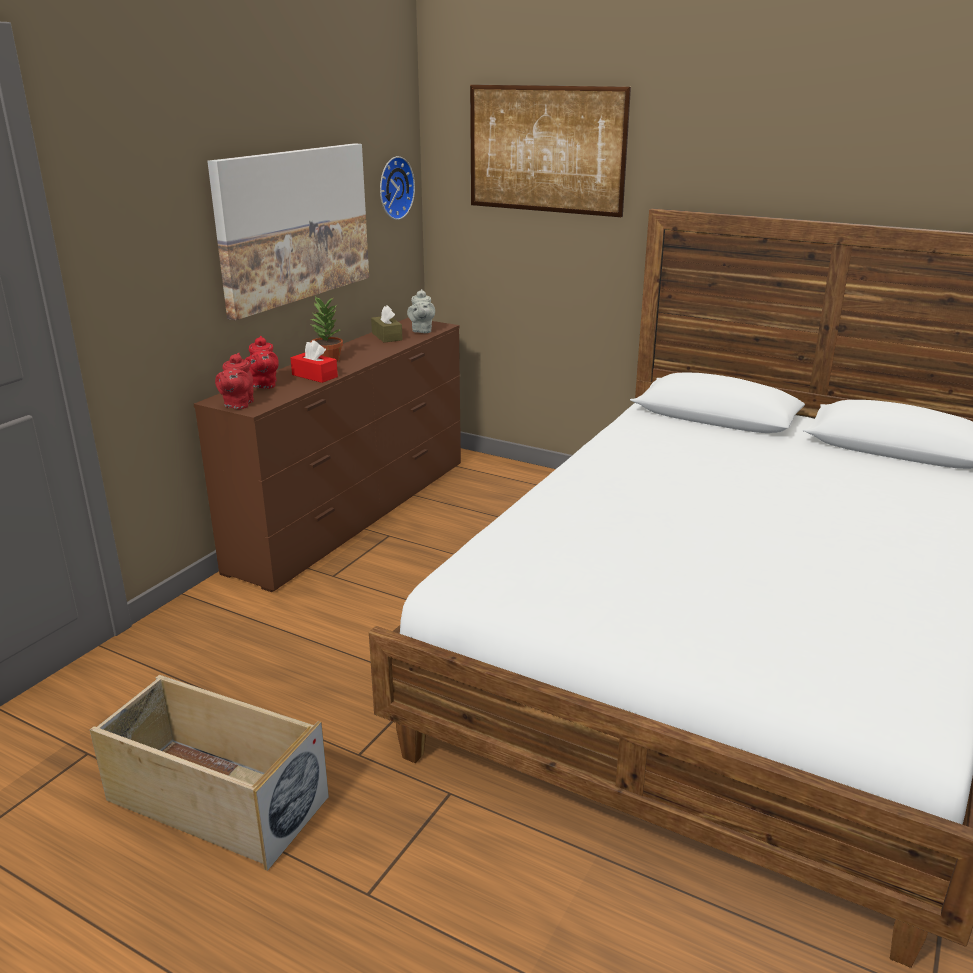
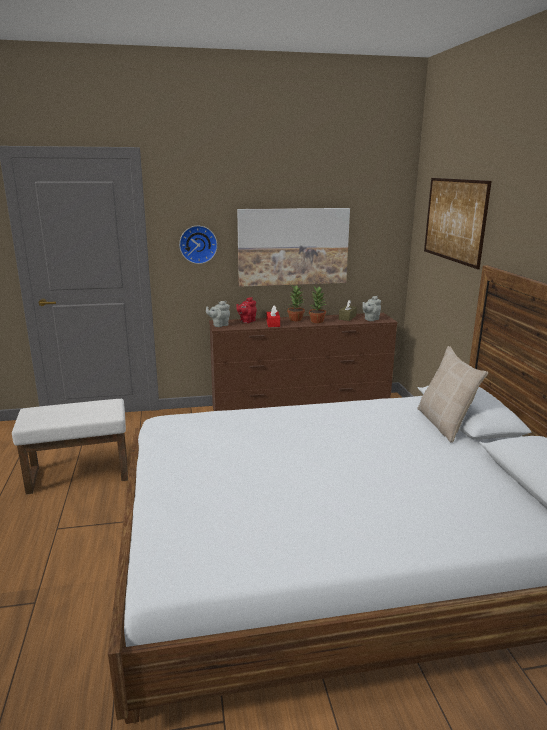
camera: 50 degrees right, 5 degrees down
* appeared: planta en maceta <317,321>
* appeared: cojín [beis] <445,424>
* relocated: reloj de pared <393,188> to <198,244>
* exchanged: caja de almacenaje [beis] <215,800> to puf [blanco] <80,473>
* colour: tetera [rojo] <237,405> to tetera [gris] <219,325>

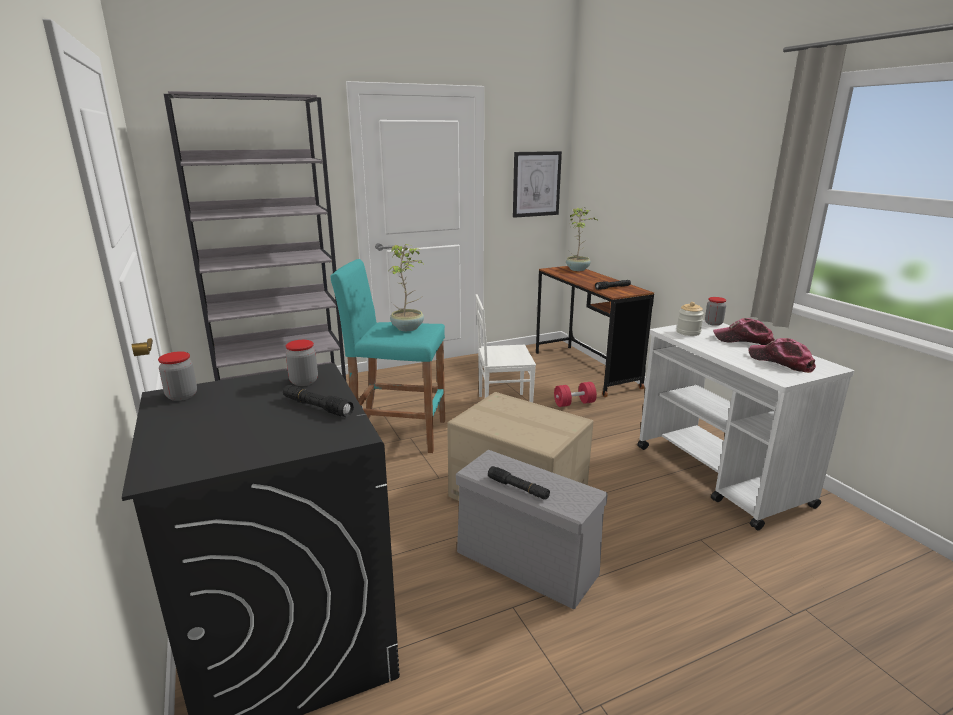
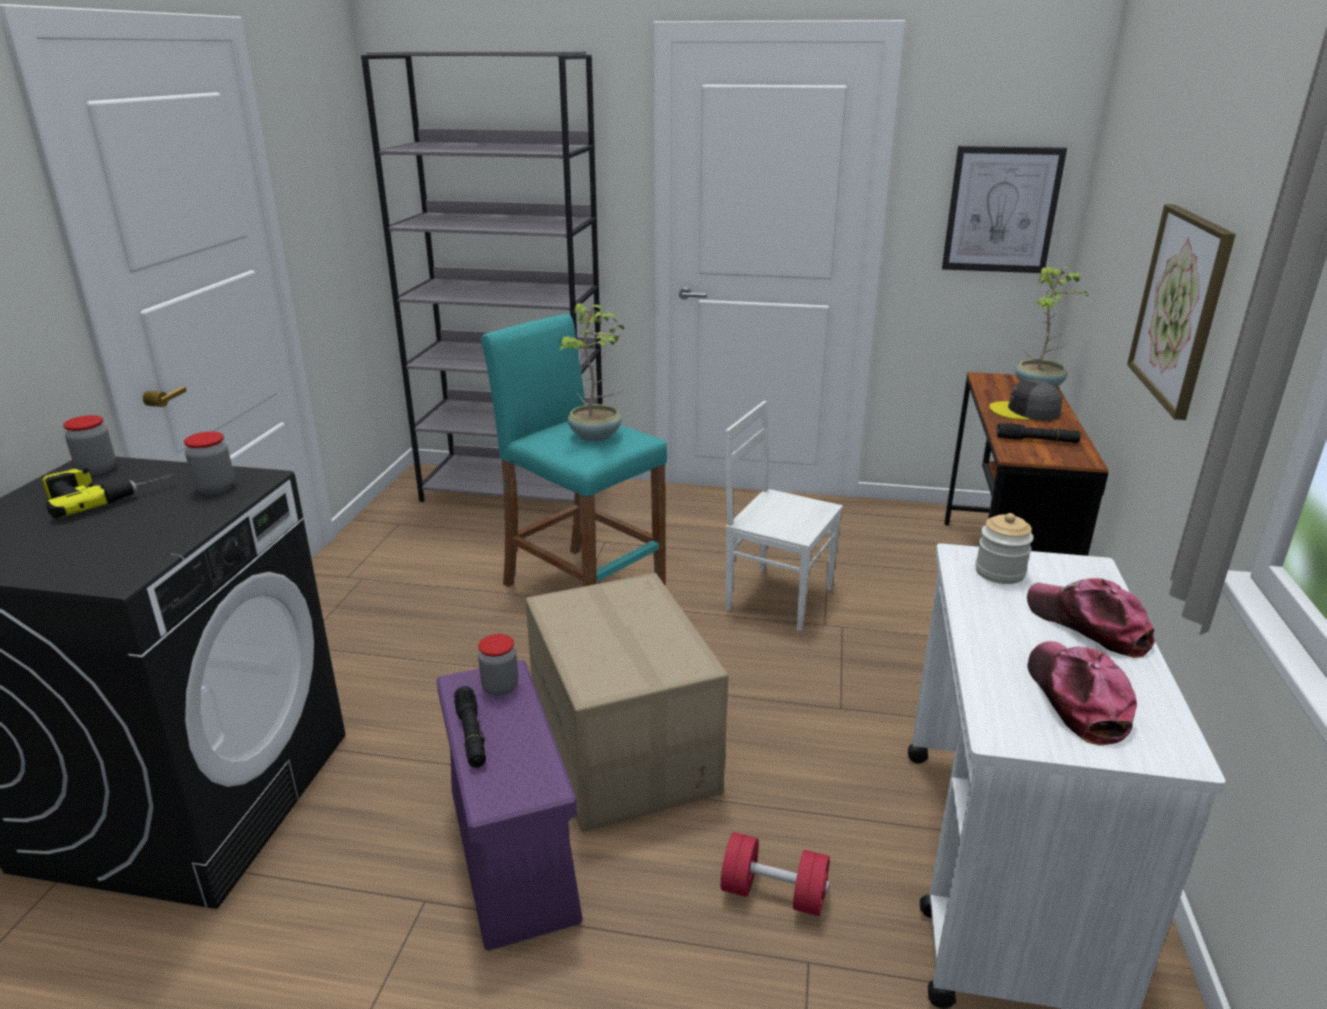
camera: 35 degrees right, 5 degrees up
* missing: linterna [negro] <317,407>
* appeared: taladro <106,493>
* appeared: gorra [gris] <1025,411>
* appeared: cuadro <1180,307>
* relocated: mancuerna [rojo] <574,403> to <774,893>
* relocated: tarro <713,323> to <500,687>
* colour: caja de almacenaje [gris] <524,563> to caja de almacenaje [morado] <510,849>

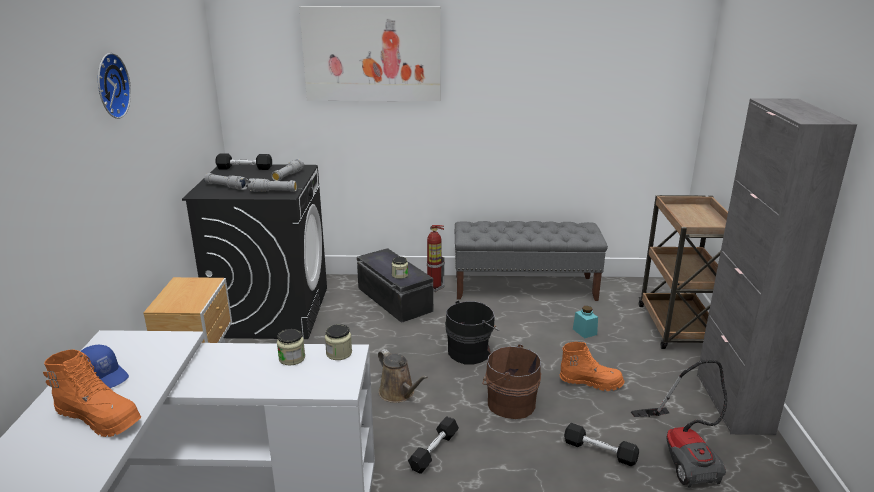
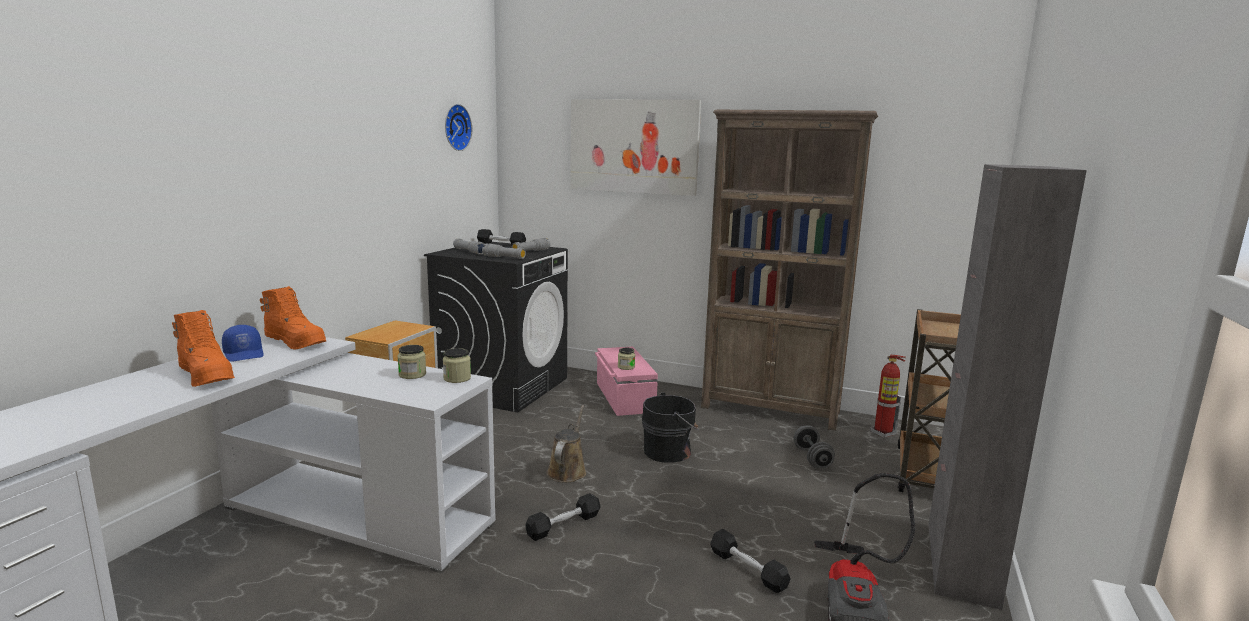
camera: 20 degrees right, 10 degrees down
* missing: cubo [marrón] <509,403>
* relocated: reloj de pared <109,86> to <455,127>
* relocated: extintor <434,287> to <883,433>
* relocated: bota [naranja] <590,382> to <296,342>
* exchanged: banco [gris] <525,288> to estantería [marrón] <771,410>
* exchanged: tarro [turquesa] <584,332> to mancuerna [gris] <812,458>
* colour: caja de almacenaje [negro] <393,300> to caja de almacenaje [rosa] <623,397>
* spun: regadera [marrón] <399,393> = <567,470> 150 degrees counterclockwise

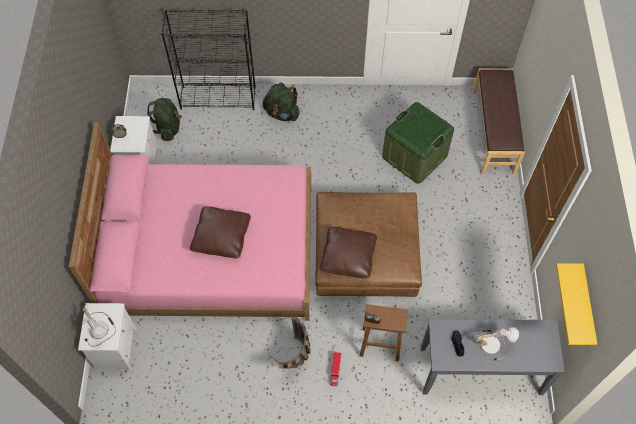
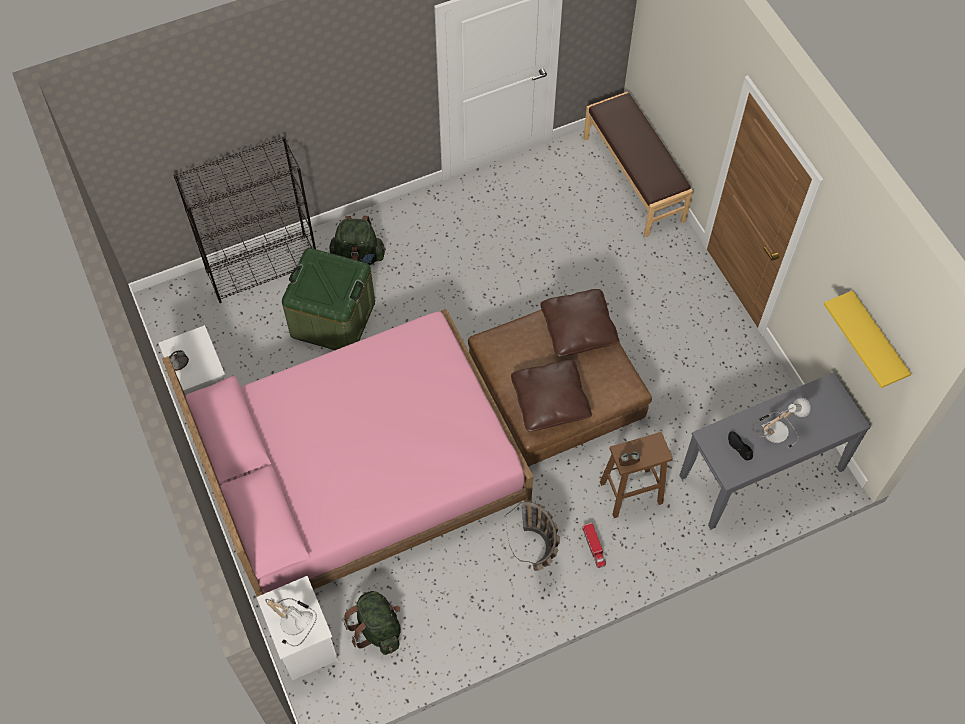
camera: 25 degrees left, 0 degrees up
* relocated: mochila [verde] <168,128> to <377,628>
* relocated: cojín [marrón] <221,237> to <578,329>
* relocated: caja de almacenaje [verde] <414,156> to <333,318>

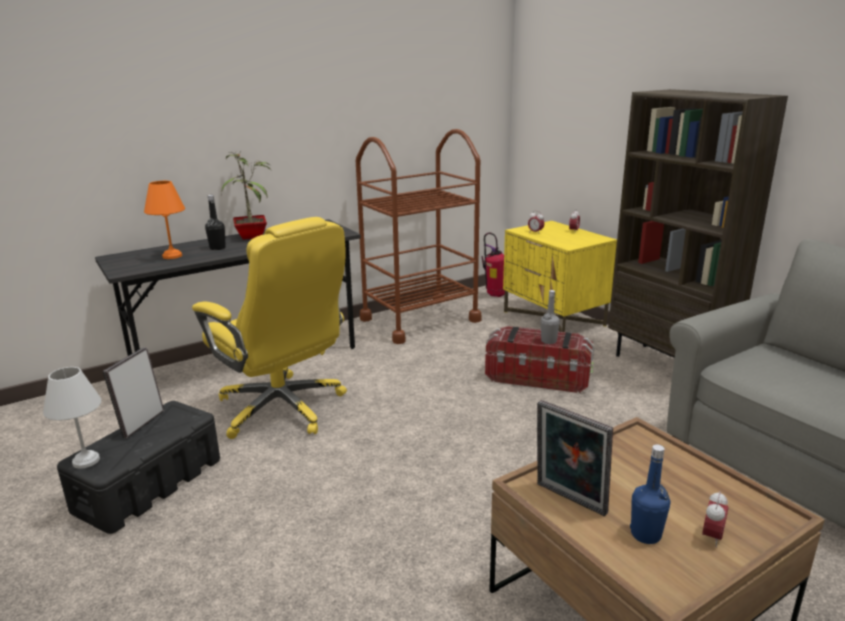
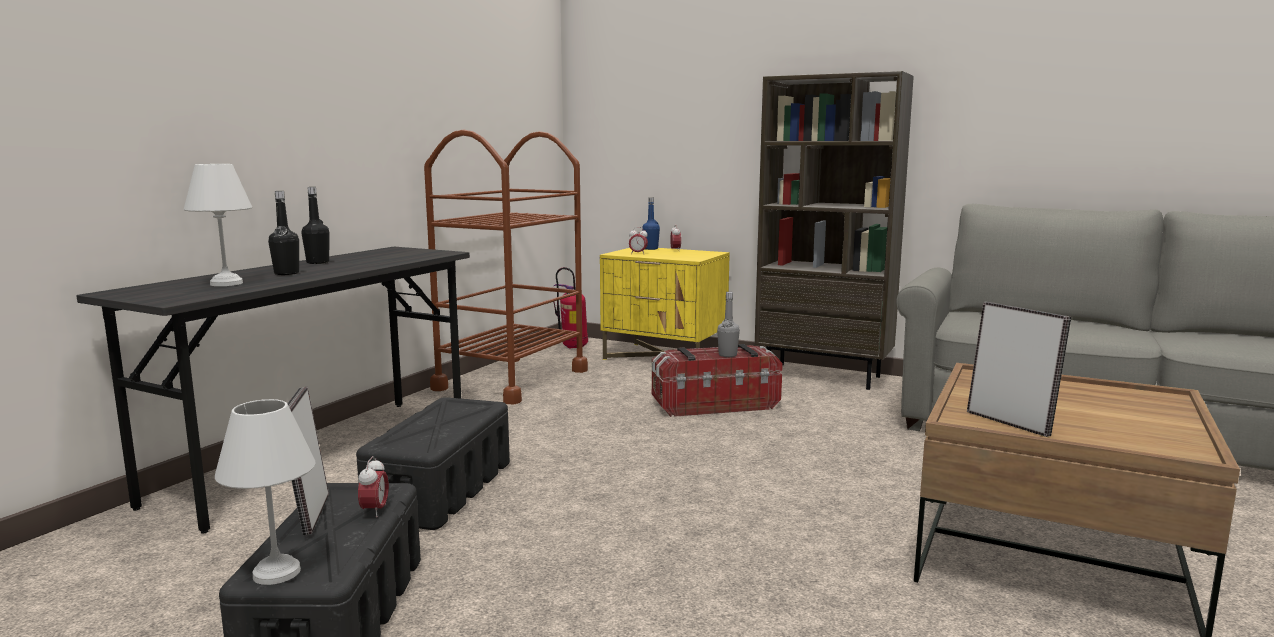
camera: 30 degrees left, 10 degrees down
* relocated: botella [azul] <645,534> to <650,248>
* relocated: despertador <711,537> to <375,511>
* exchanged: silla de oficina [amarillo] <283,408> to caja de almacenaje [negro] <440,490>
* exchanged: planta en maceta <253,236> to botella [negro] <318,262>
* colour: lámpara de mesa [naranja] <173,256> to lámpara de mesa [blanco] <228,283>
* spun: portarretratos <568,500> = <1010,422> 135 degrees counterclockwise

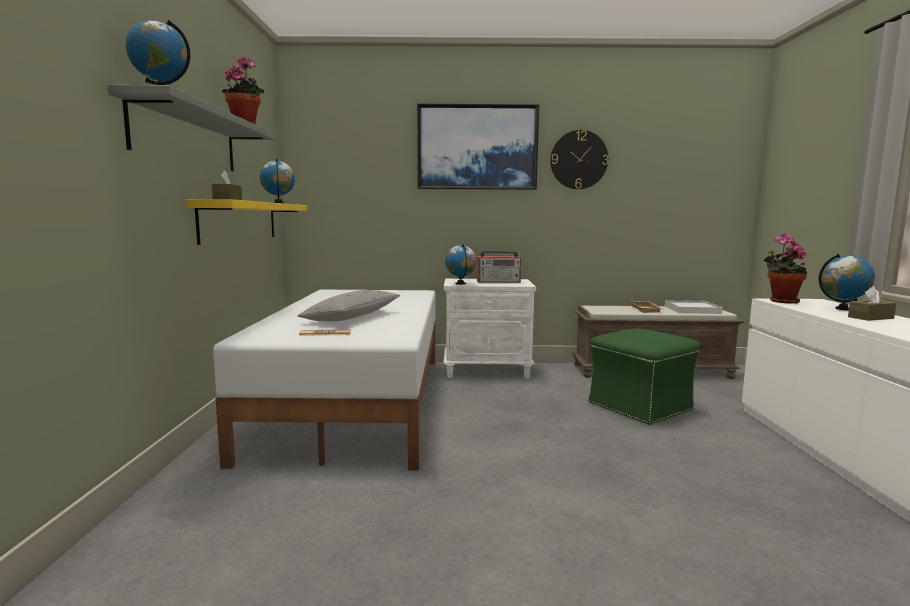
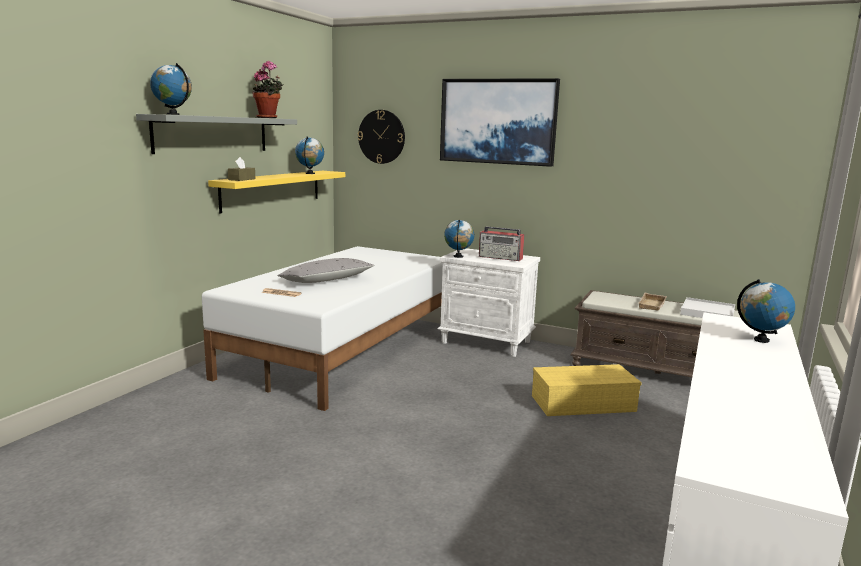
camera: 25 degrees right, 5 degrees up
* missing: planta en maceta <781,301>
* missing: caja de pañuelos [marrón] <870,317>
* relocated: reloj de pared <578,160> to <381,136>
* exchanged: puf [verde] <640,406> to caja de almacenaje [amarillo] <584,403>

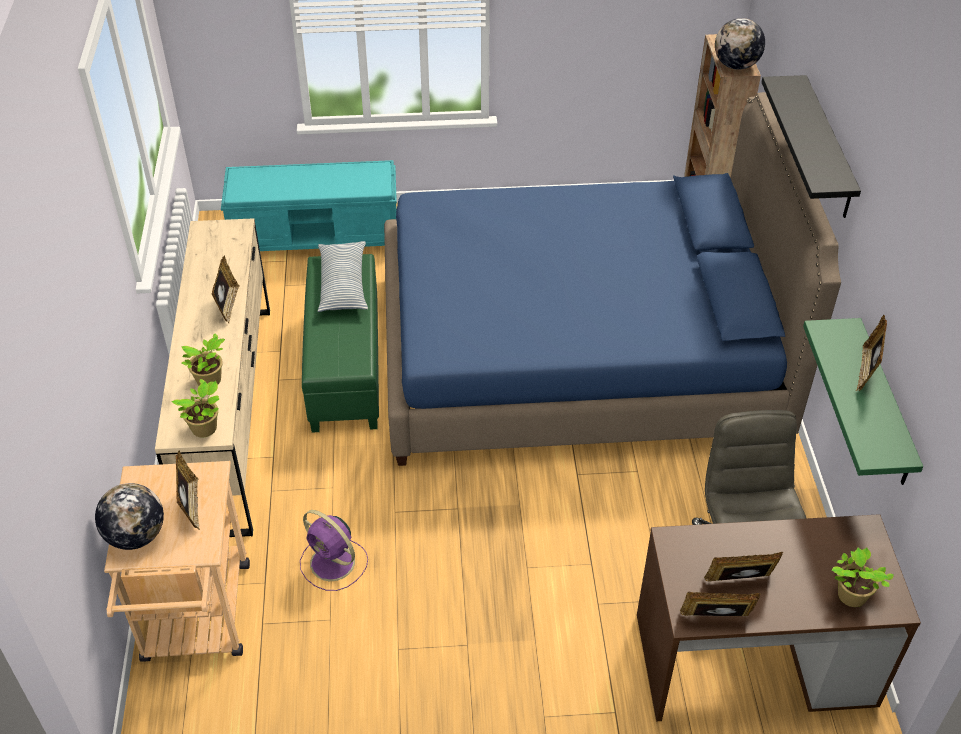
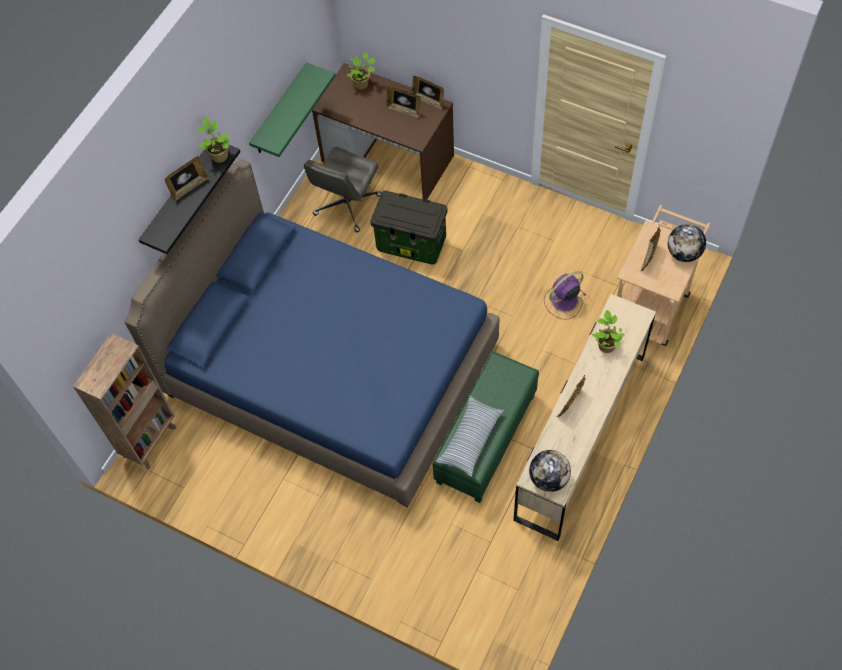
camera: 145 degrees left, 15 degrees up
* missing: banco [turquesa] <317,239>
* appeared: caja de almacenaje <412,244>
* relocated: planta en maceta <206,429> to <219,155>
* relocated: globo terráqueo <736,65> to <548,478>
* relocated: portarretratos <866,371> to <189,187>
* spun: ventilador [morado] <334,564> = <563,301> 105 degrees counterclockwise

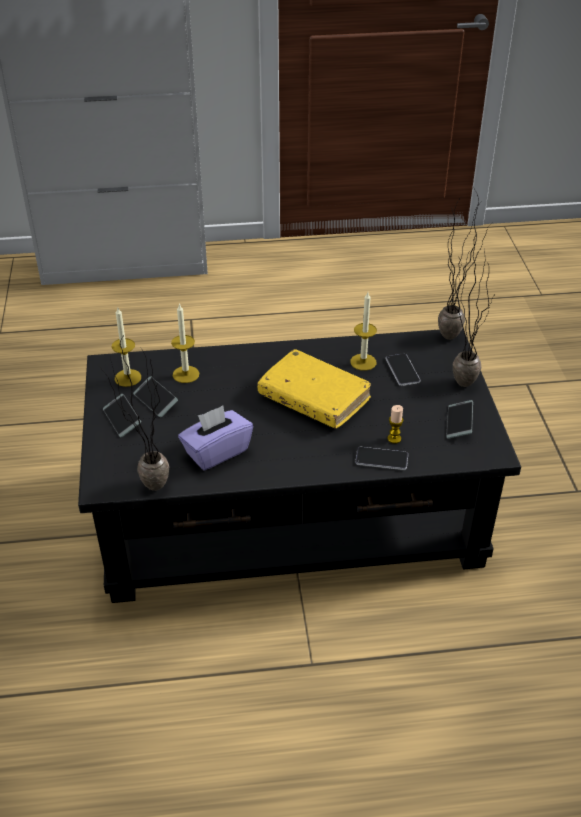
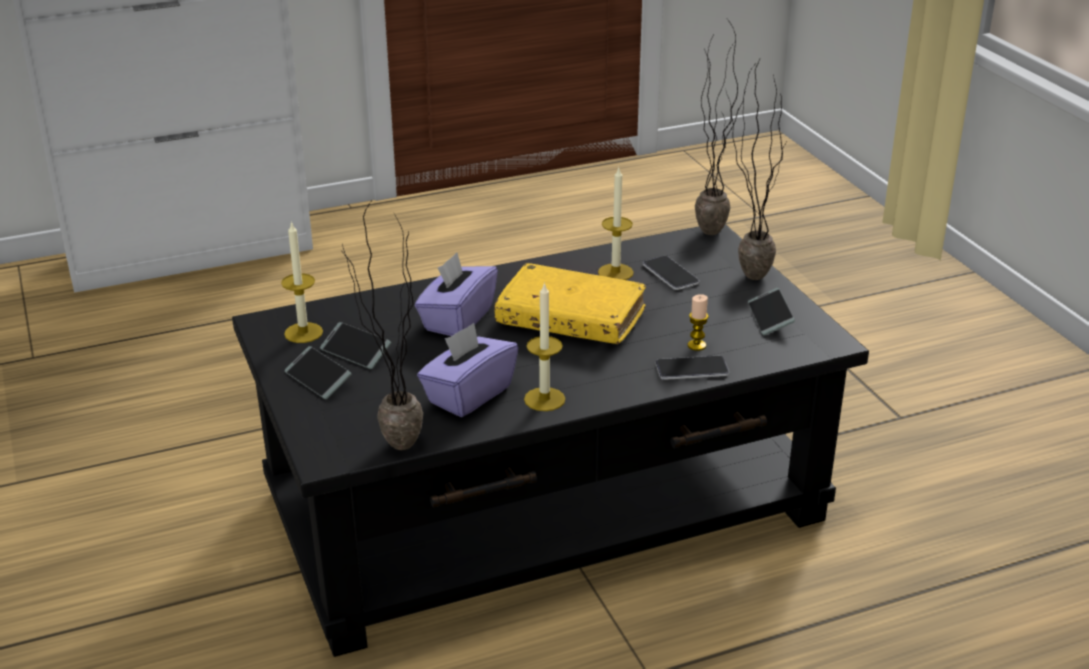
camera: 15 degrees left, 10 degrees down
* appeared: caja de pañuelos [morado] <457,319>
* relocated: vela <186,374> to <544,399>

